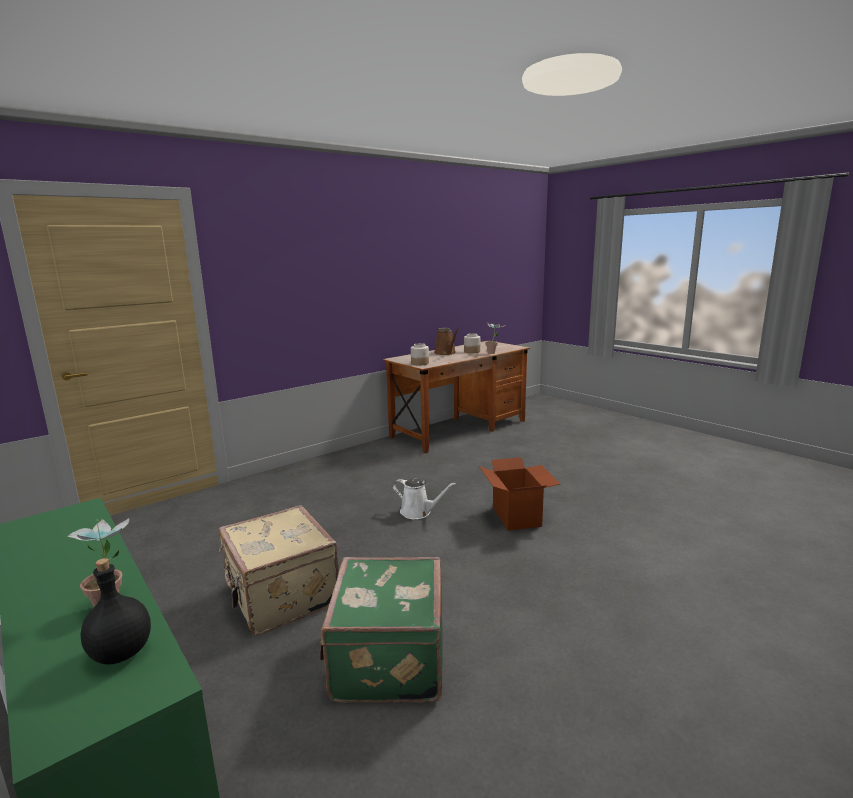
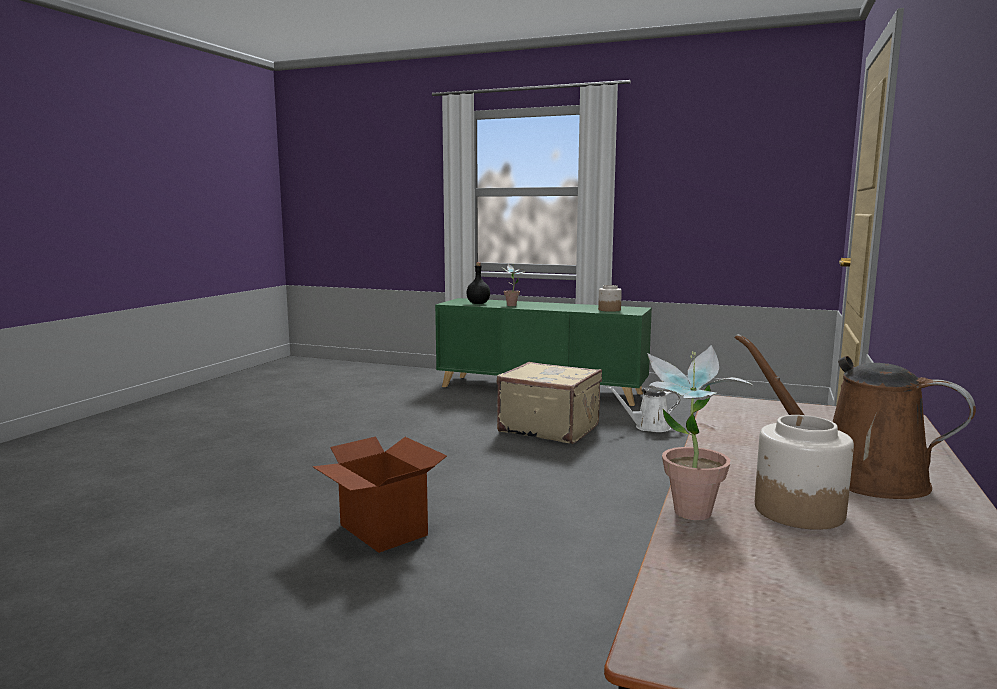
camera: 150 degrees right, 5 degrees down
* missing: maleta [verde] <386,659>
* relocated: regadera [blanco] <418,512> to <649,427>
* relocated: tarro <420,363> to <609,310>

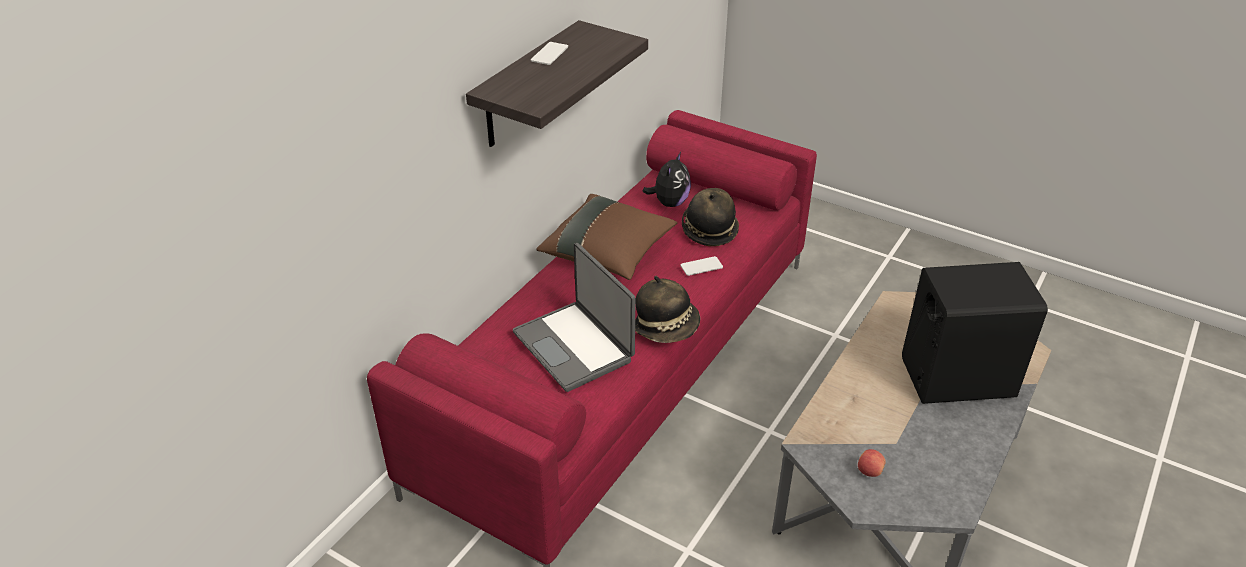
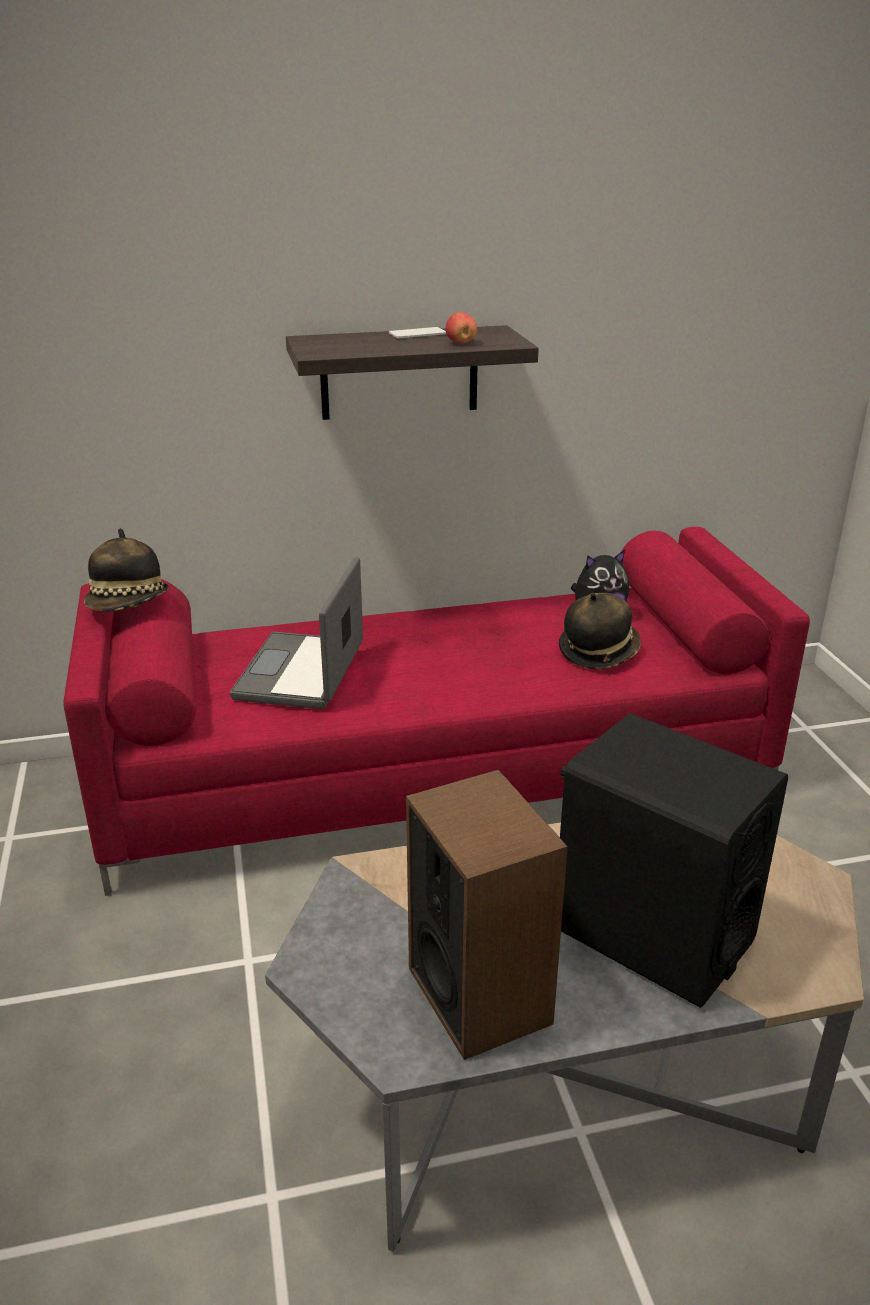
camera: 45 degrees right, 10 degrees down
* missing: cojín [marrón] <608,253>
* missing: móvil <701,266>
* appeared: altavoz <479,994>
* relocated: sombrero <667,327> to <129,605>
* relocated: manzana <869,471> to <461,343>

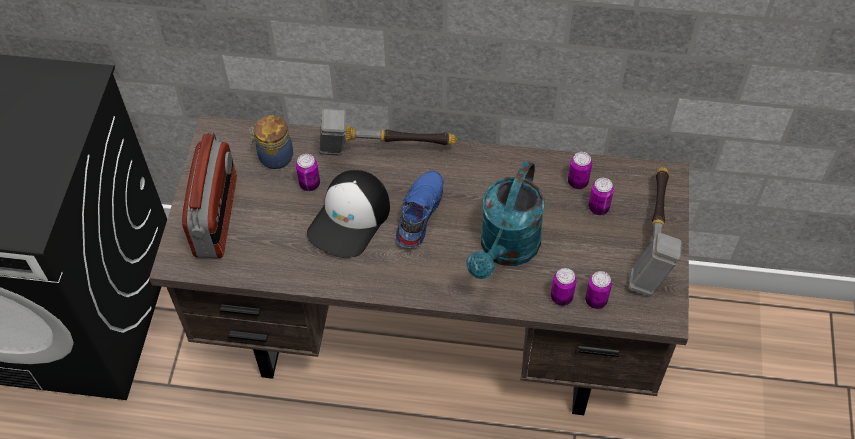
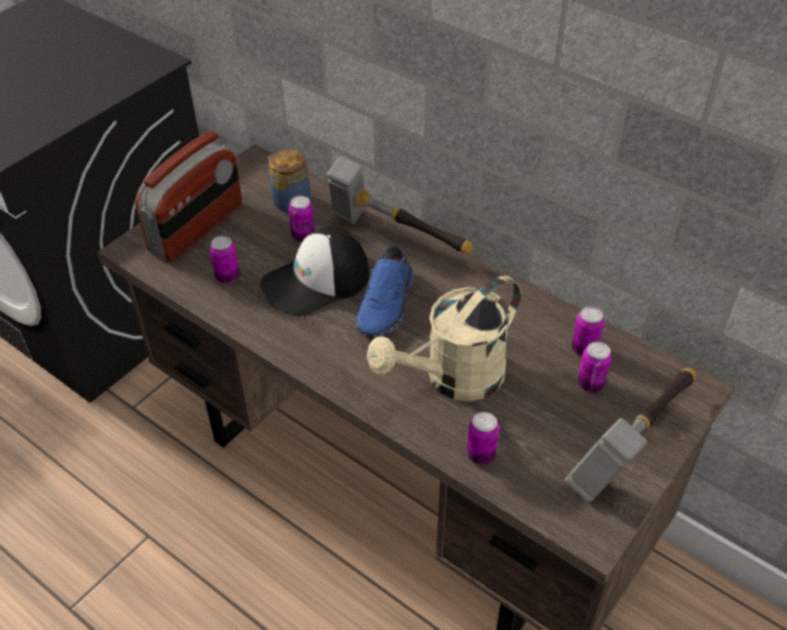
camera: 30 degrees right, 10 degrees down
* relocated: lata <596,300> to <227,277>
* colour: regadera [turquesa] <506,250> to regadera [beis] <453,379>
* spun: zapato [azul] <418,213> = <387,305> 150 degrees clockwise

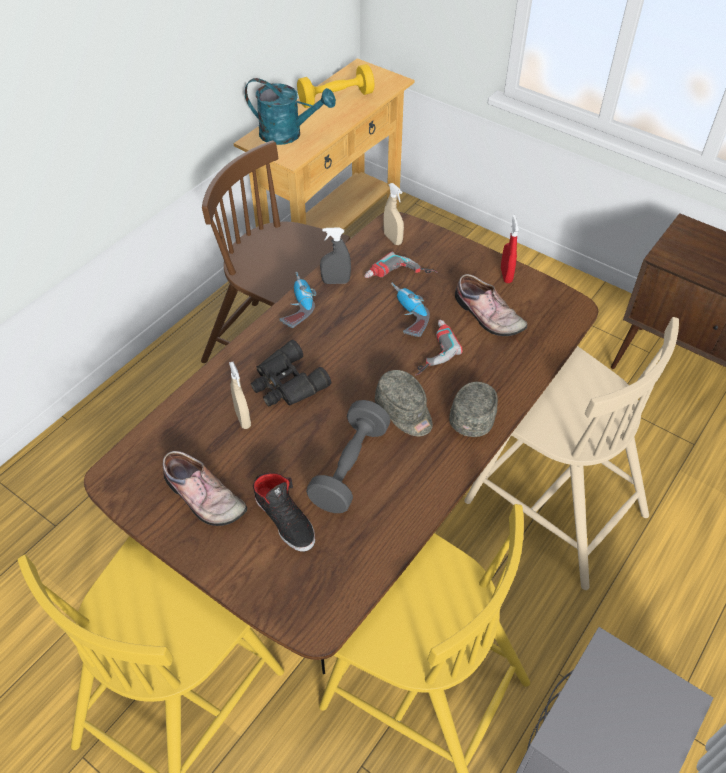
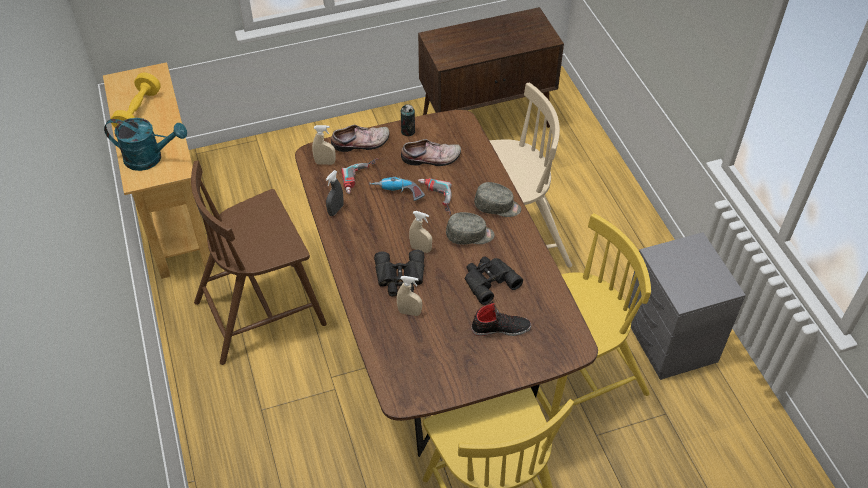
camera: 55 degrees left, 0 degrees up
* missing: taladro <296,306>
* appeared: pulverizador [beis] <420,249>
* relocated: zapato <202,498> to <361,143>
* exchanged: mancuerna [gris] <350,467> to prismáticos [negro] <488,281>
* exchanged: pulverizador [rojo] <506,275> to lata <408,131>
* spun: regadera [turquesa] <288,134> = <150,158> 45 degrees clockwise
* spun: gorra [gris] <474,414> = <497,207> 135 degrees clockwise

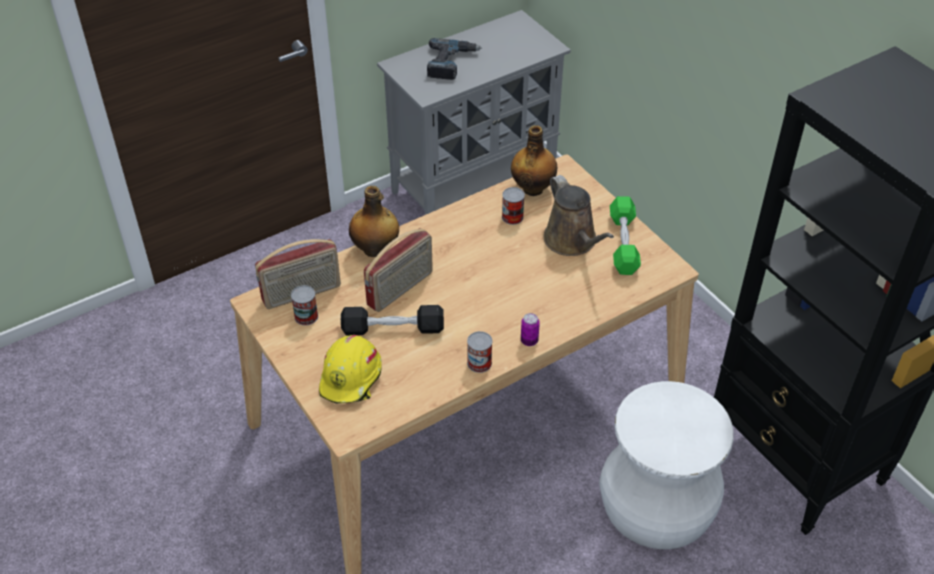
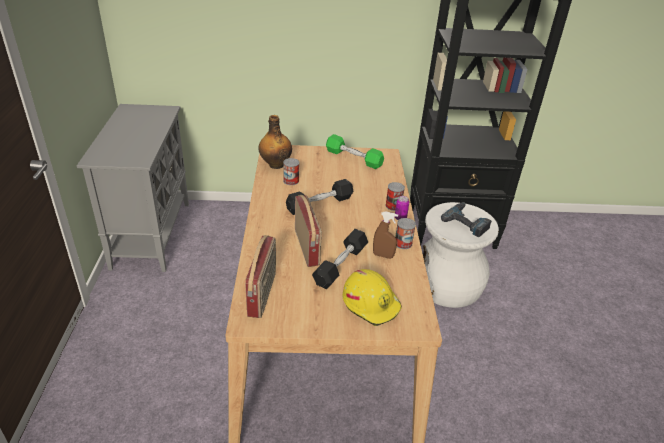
camera: 60 degrees left, 10 degrees down
* missing: botella <375,249>
* missing: regadera [marrón] <572,241>
* appeared: mancuerna [negro] <319,204>
* appeared: pulverizador [marrón] <383,255>
* relocated: lata <306,316> to <393,206>
* relocated: taladro <451,63> to <467,222>

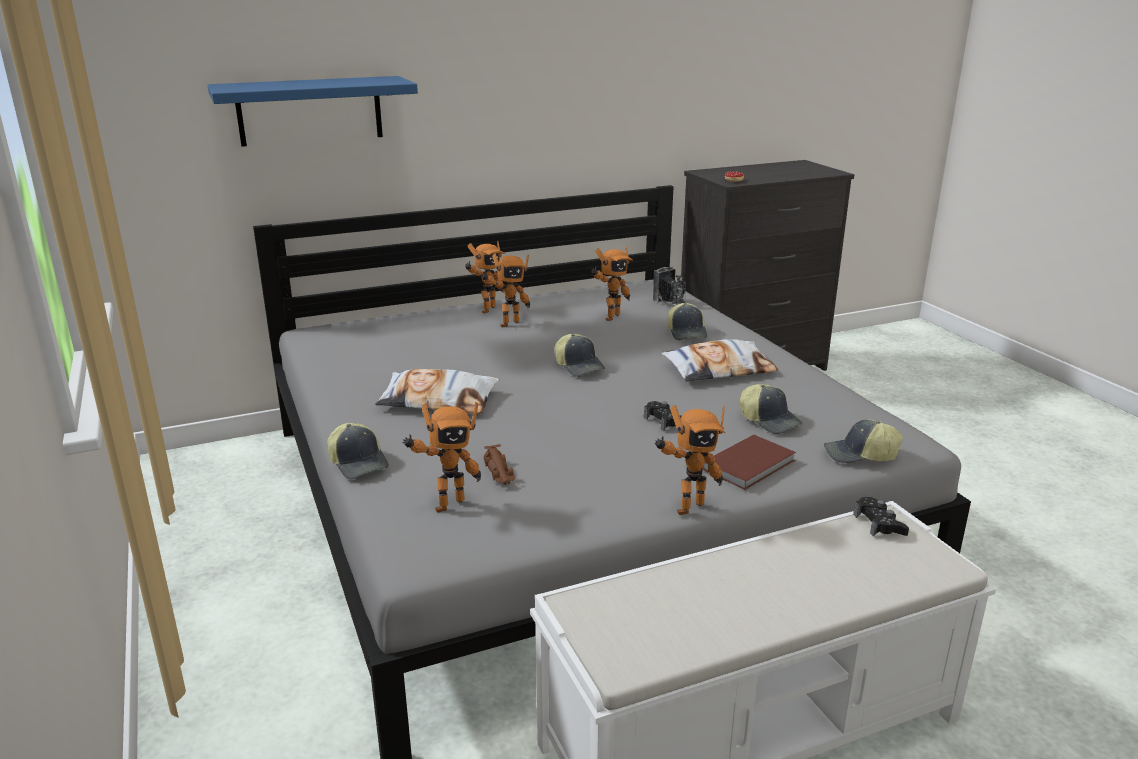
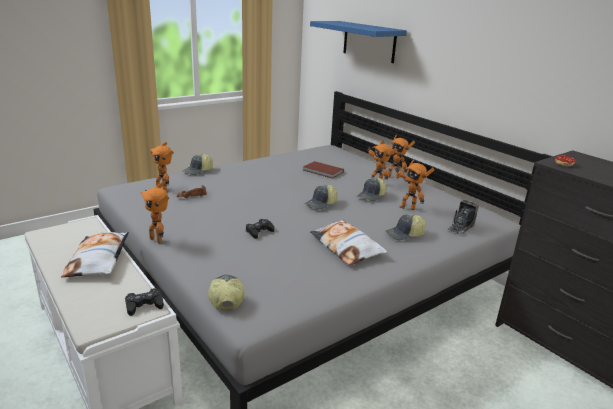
camera: 75 degrees right, 0 degrees up
* relocated: cojín <438,400> to <99,260>
* relocated: libro [marrón] <751,465> to <323,171>
* relocated: gorra <770,420> to <372,196>

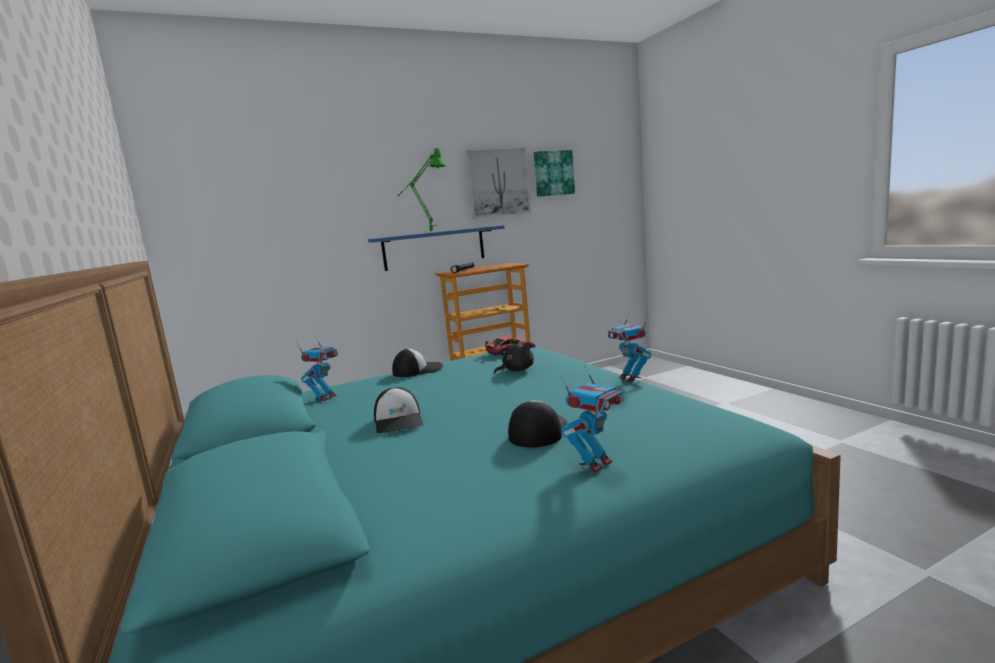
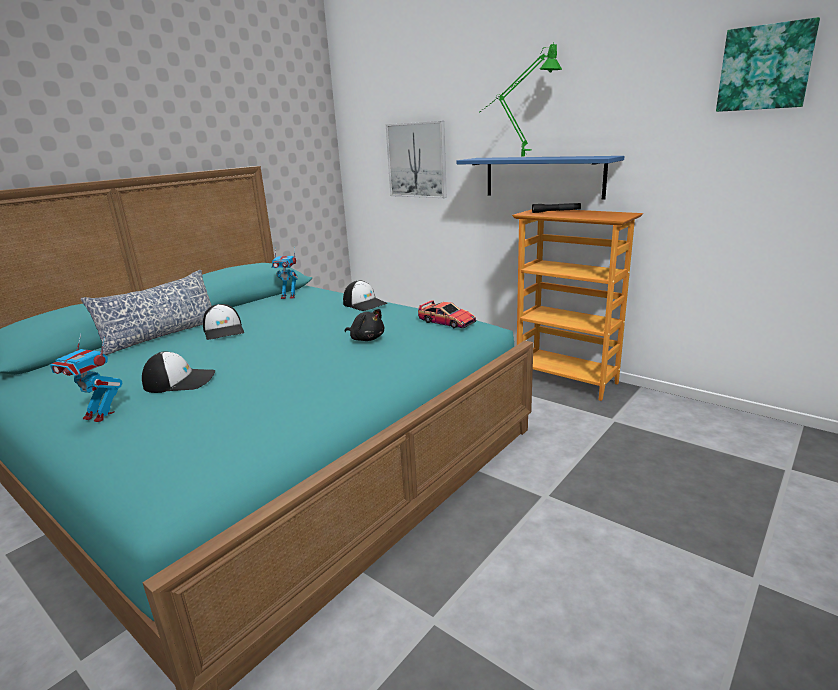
camera: 65 degrees right, 10 degrees up
* missing: robot de juguete <630,378>
* appeared: cojín <162,335>
* relocated: cuadro <498,183> to <417,160>
* spun: gorra <399,421> = <224,331> 75 degrees counterclockwise

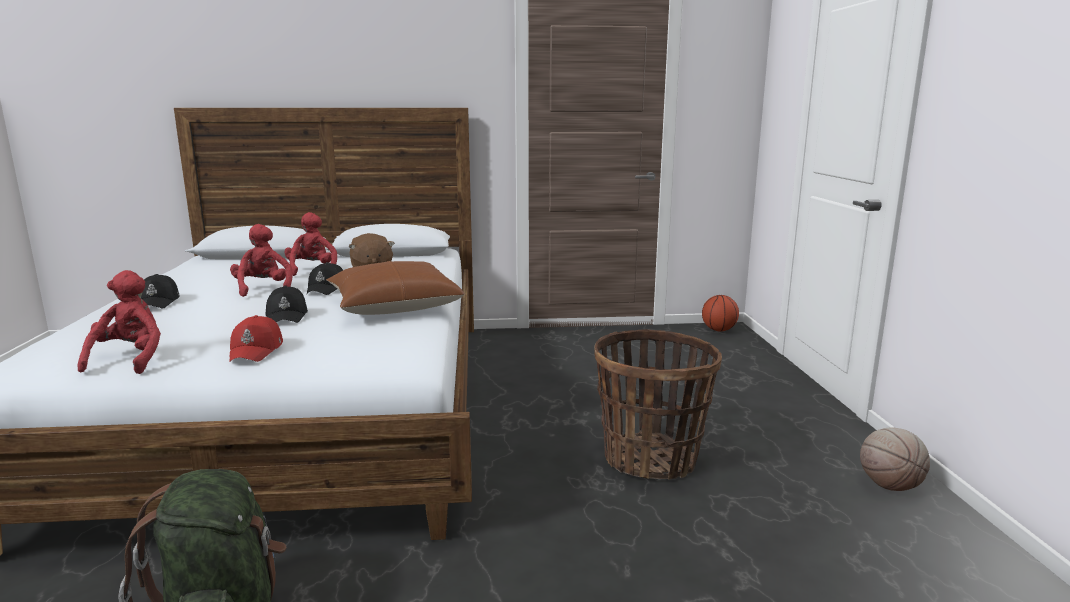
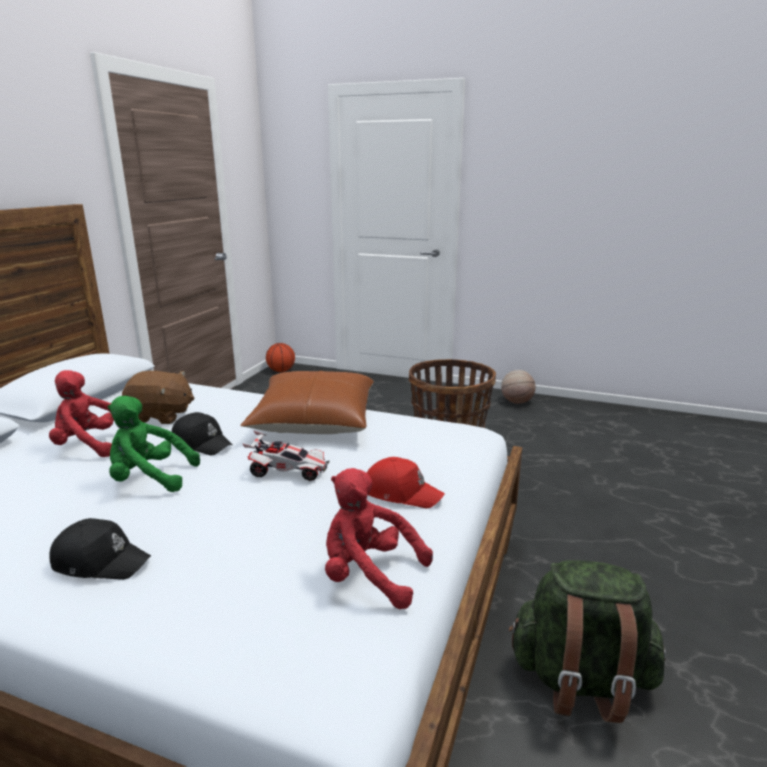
camera: 65 degrees left, 5 degrees up
* exchanged: gorra [negro] <288,316> to coche de juguete <288,471>
* colour: peluche [rojo] <263,289> to peluche [verde] <150,479>

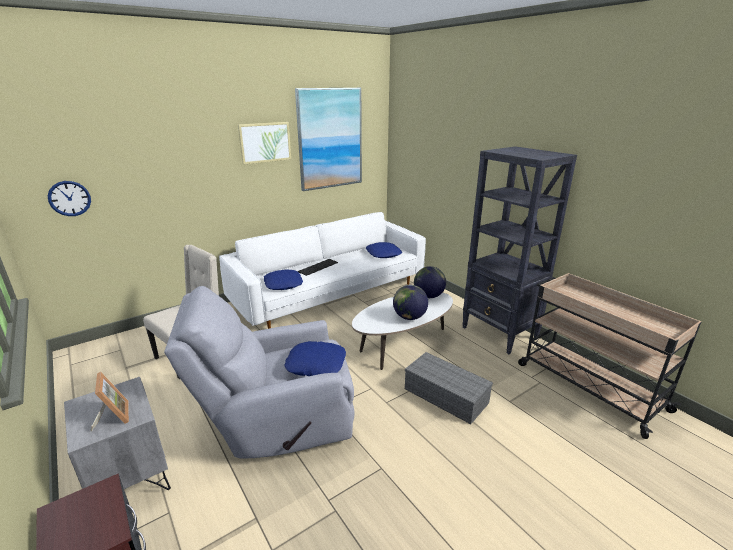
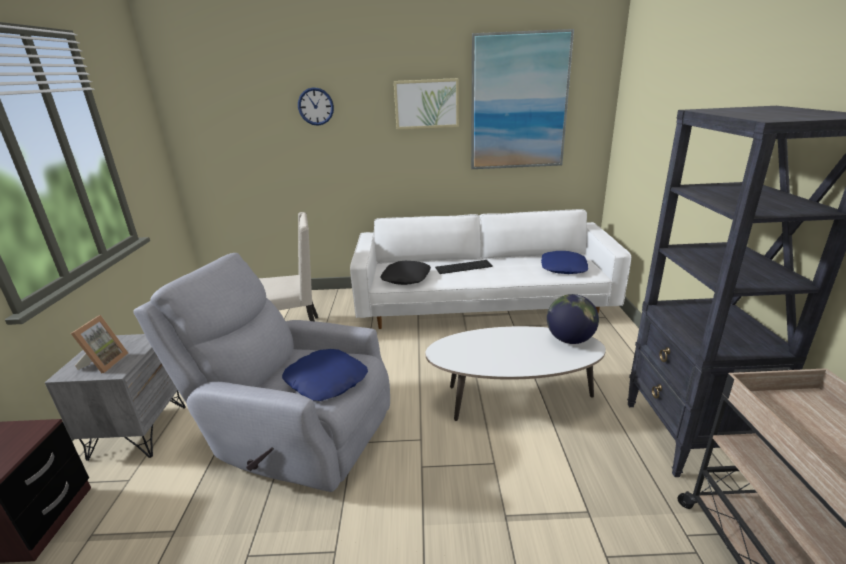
camera: 35 degrees right, 0 degrees up
* missing: globo terráqueo <409,317>
* missing: caja de almacenaje [gris] <447,395>
* relocated: reloj de pared <69,198> to <315,106>
* colour: cojín [azul] <283,284> to cojín [negro] <405,278>

